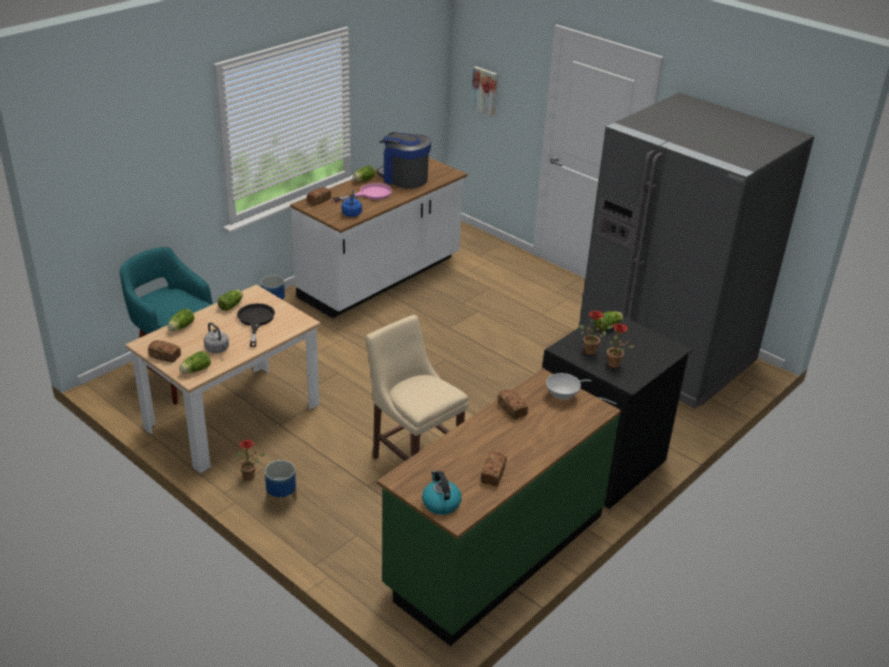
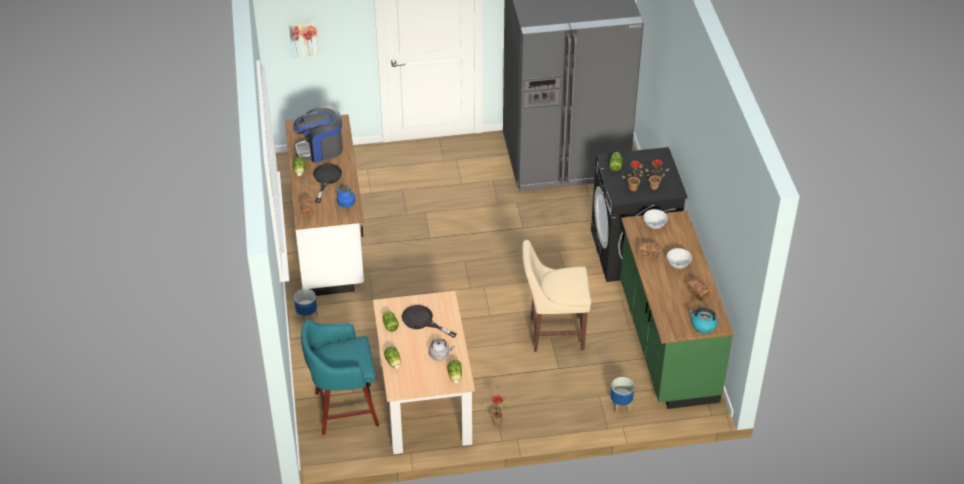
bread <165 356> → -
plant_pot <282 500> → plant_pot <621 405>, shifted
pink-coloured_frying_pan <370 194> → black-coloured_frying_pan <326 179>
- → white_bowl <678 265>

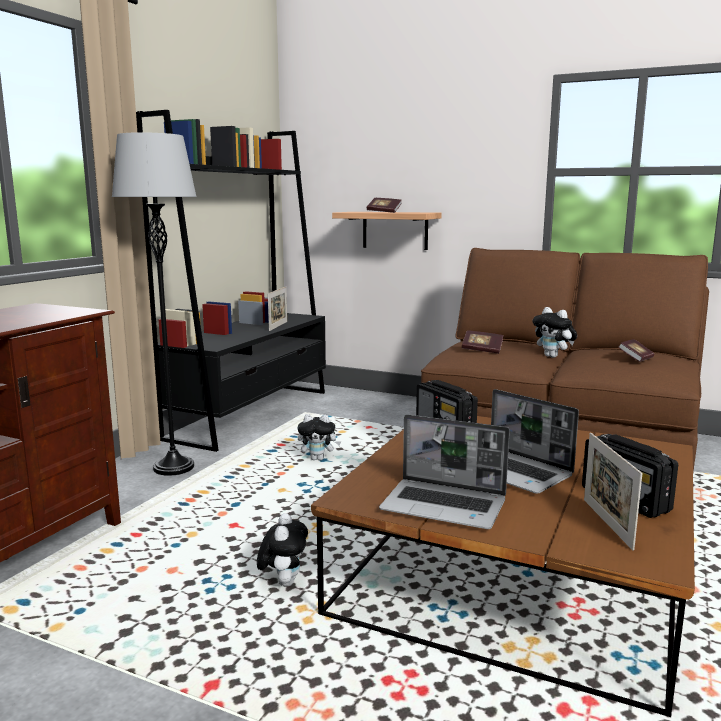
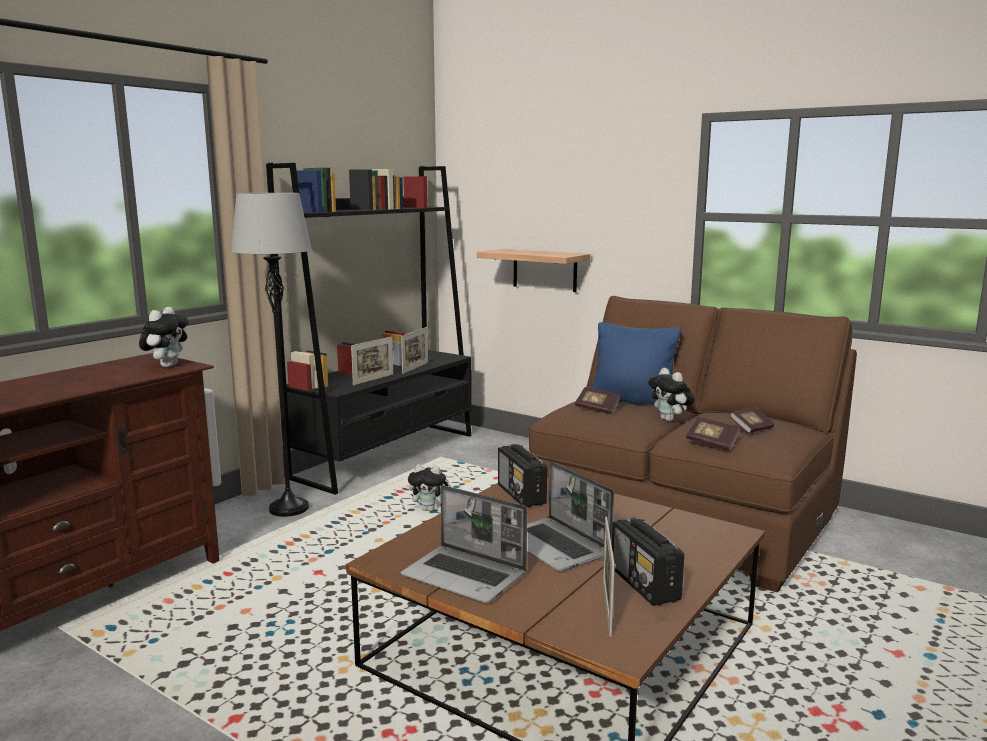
plush_toy <284 582> → plush_toy <167 366>, shifted
book <384 212> → book <712 443>, shifted
- → photo_frame <373 379>
- → bluish_cushion <632 402>

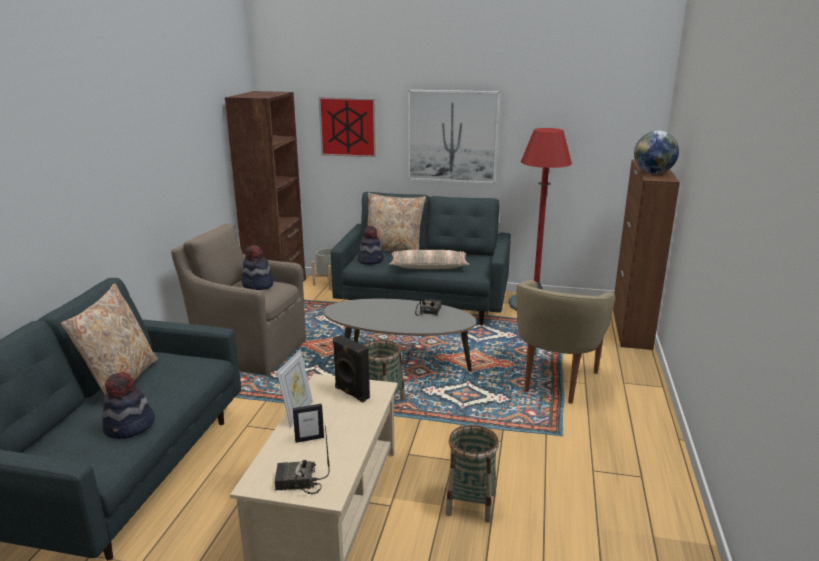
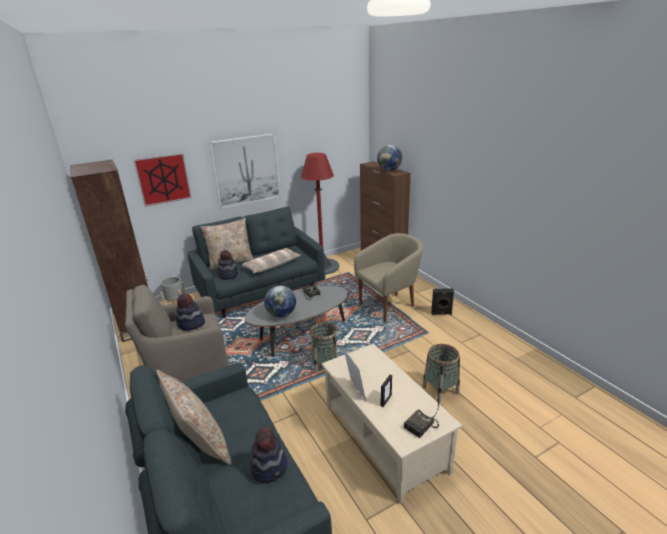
black-coloured_audio_speaker <351 393> → black-coloured_audio_speaker <441 313>, shifted
beige_easy_chair <555 381> → beige_easy_chair <389 306>, 105 degrees counterclockwise
- → globe <281 315>

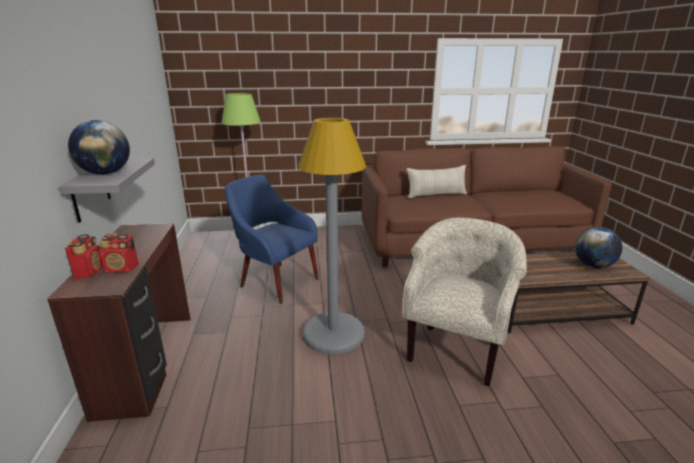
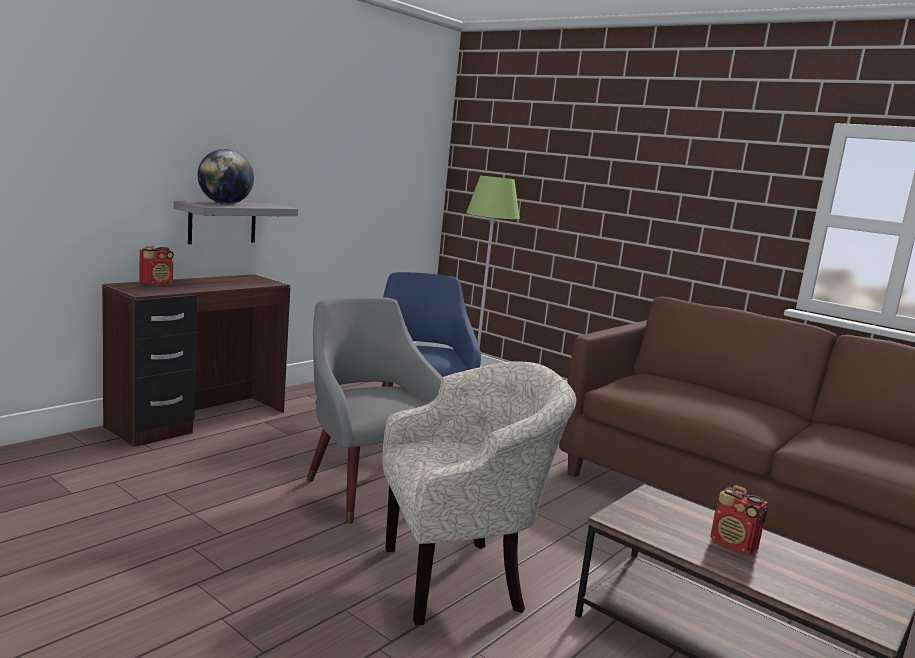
radio_set <122 269> → radio_set <734 544>, shifted
gray_standard_lamp <333 333> → gray_easy_chair <369 487>
beige_cushion <436 195> → -
globe <593 265> → -

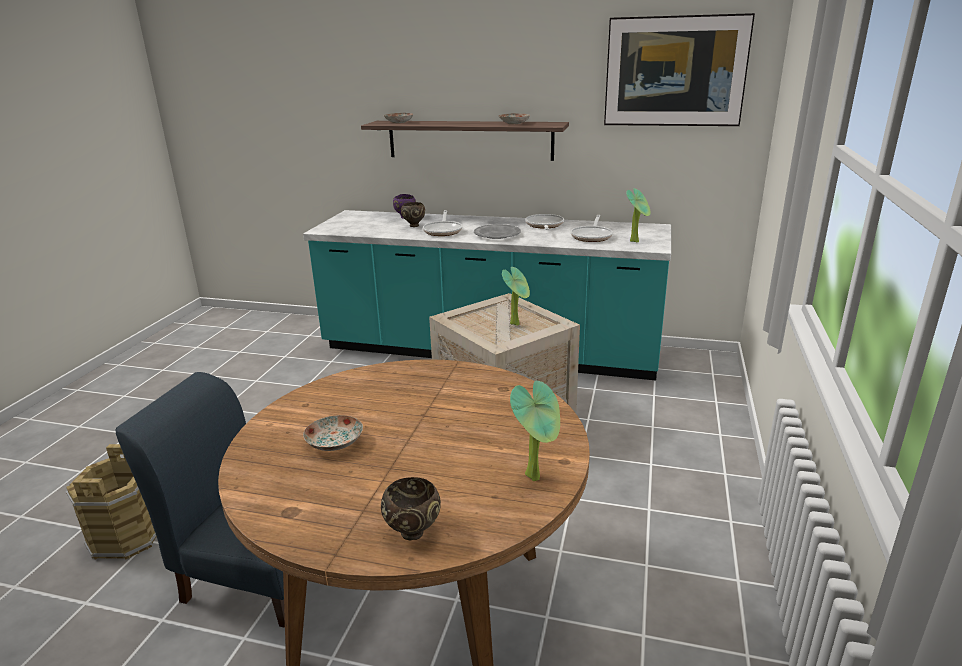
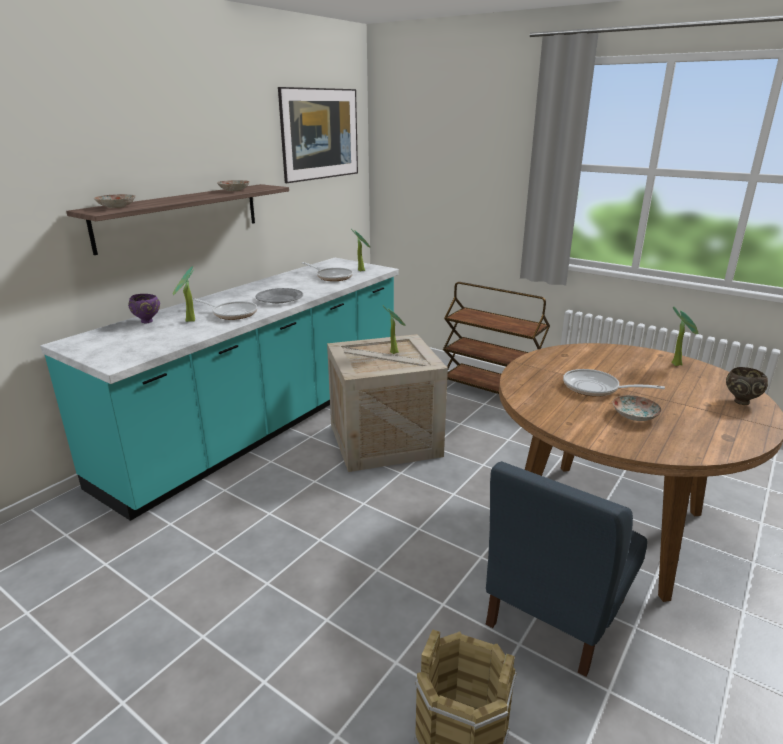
brownish_bowl <414 225> → plant_in_a_pot <189 321>
frying_pan <544 225> → frying_pan <595 388>, shifted
- → brownish_trolley <490 392>

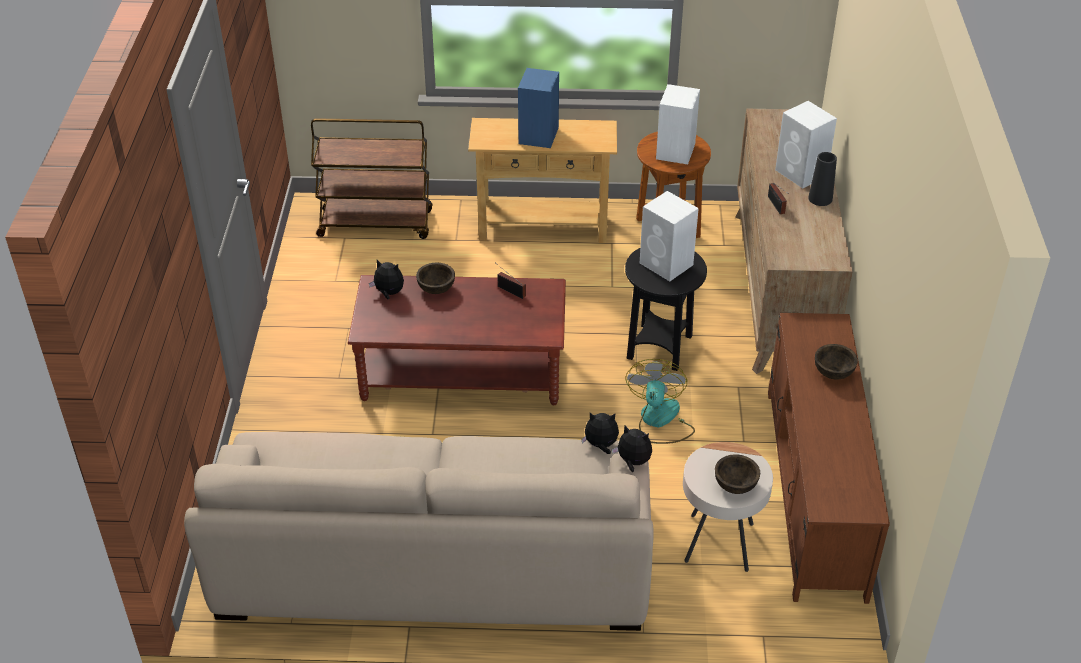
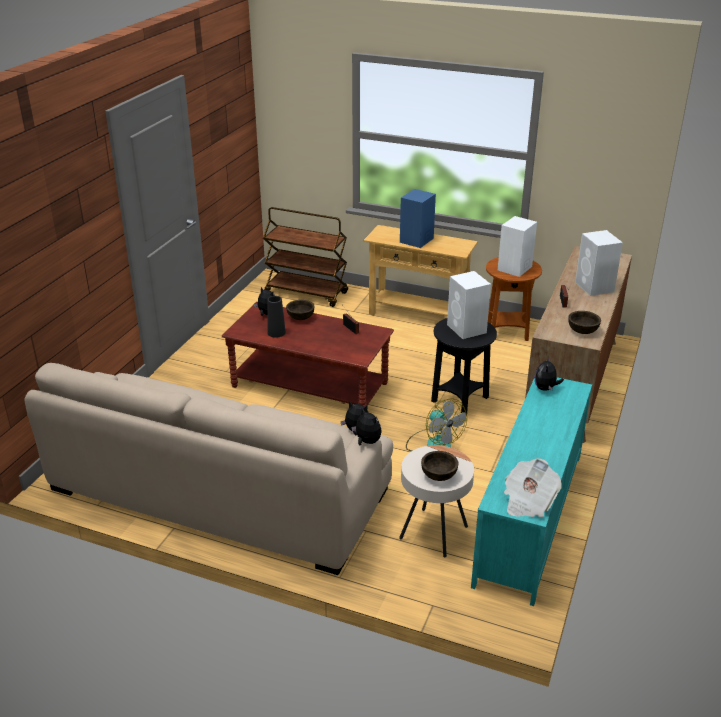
fan <659 421> → fan <433 444>, 120 degrees clockwise
brownish_media_console <814 491> → turquoise-coloured_media_console <529 517>
black-coloured_flower_vase <820 198> → black-coloured_flower_vase <276 332>, shifted
brownish_bowl <833 372> → brownish_bowl <582 331>, shifted
- → daily_paper <528 501>
- → plush_toy <545 388>

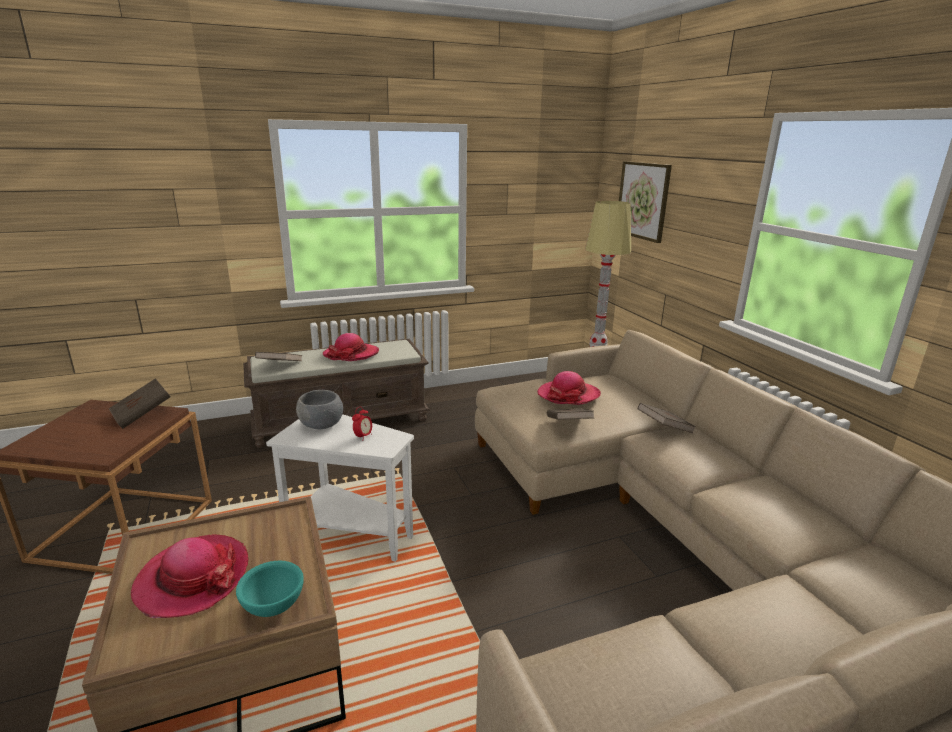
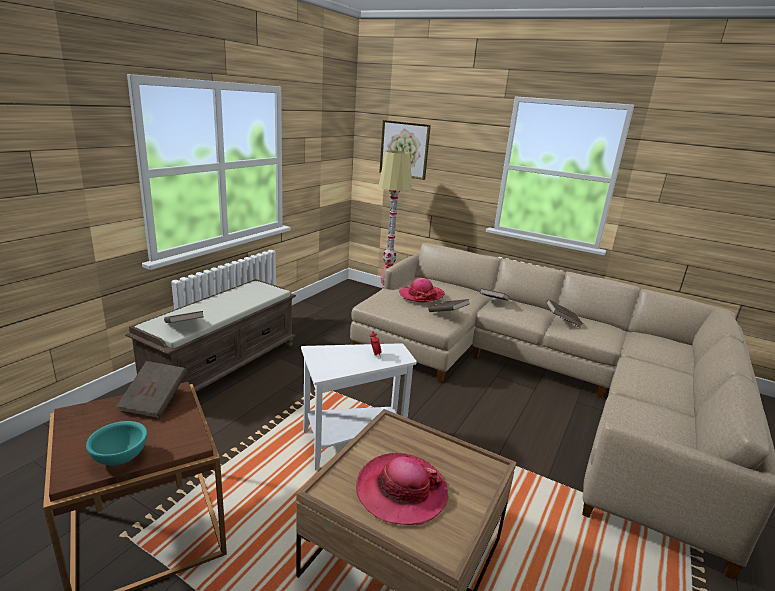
turquoise-coloured_bowl <273 606> → turquoise-coloured_bowl <121 458>, shifted
gray_bowl <321 424> → -
clothing_hat <351 354> → -
- → brownish_book <562 321>

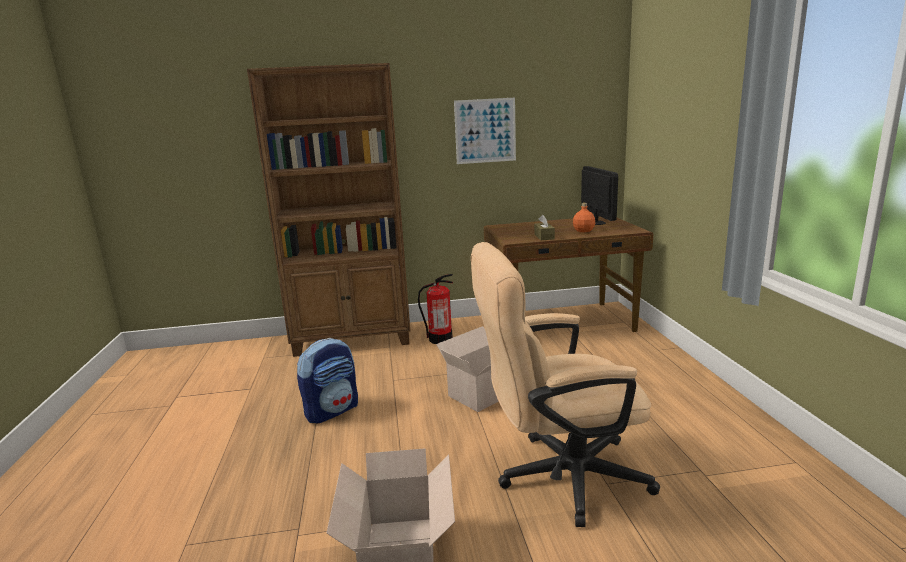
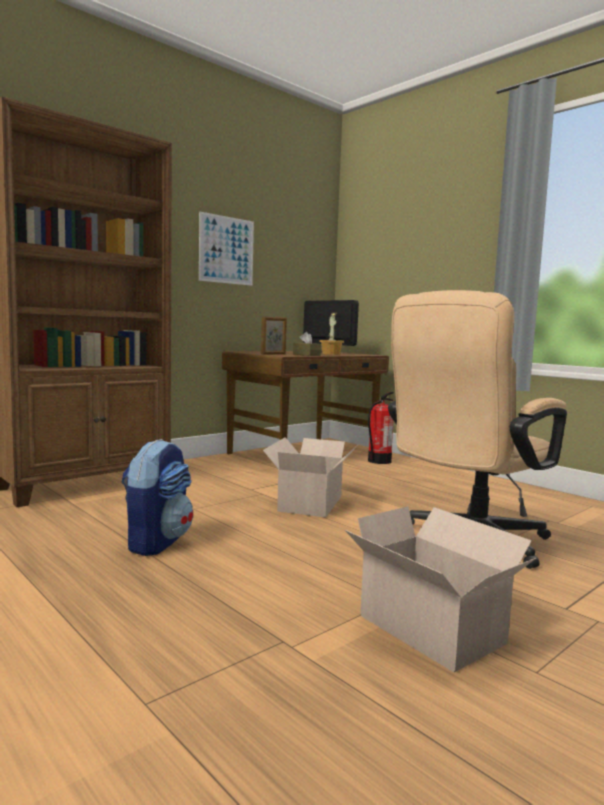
fire-fighting_cylinder <440 339> → fire-fighting_cylinder <379 461>, shifted
orange-coloured_beverage_bottle <584 231> → plant_in_a_pot <331 354>
- → photo_frame <273 354>

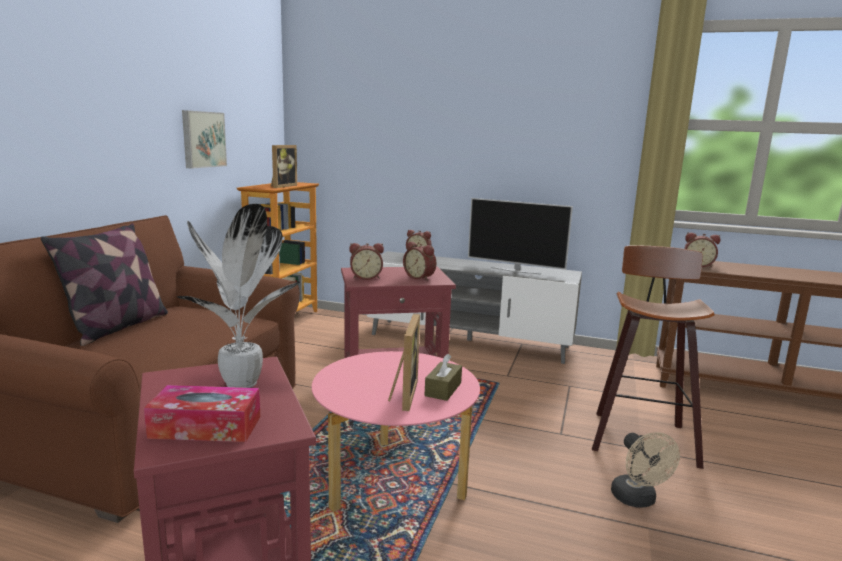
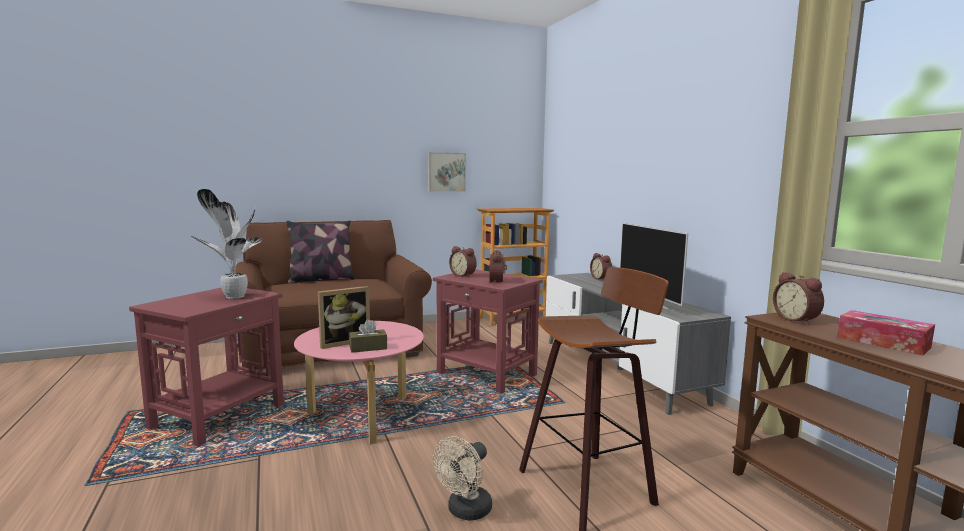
tissue_holder <206 427> → tissue_holder <883 342>, shifted
photo_frame <281 186> → -

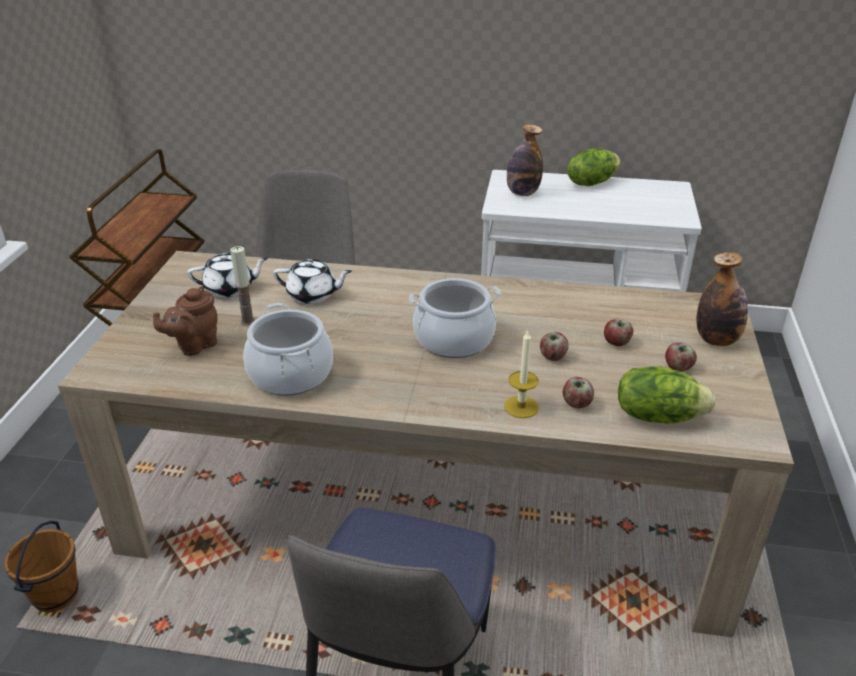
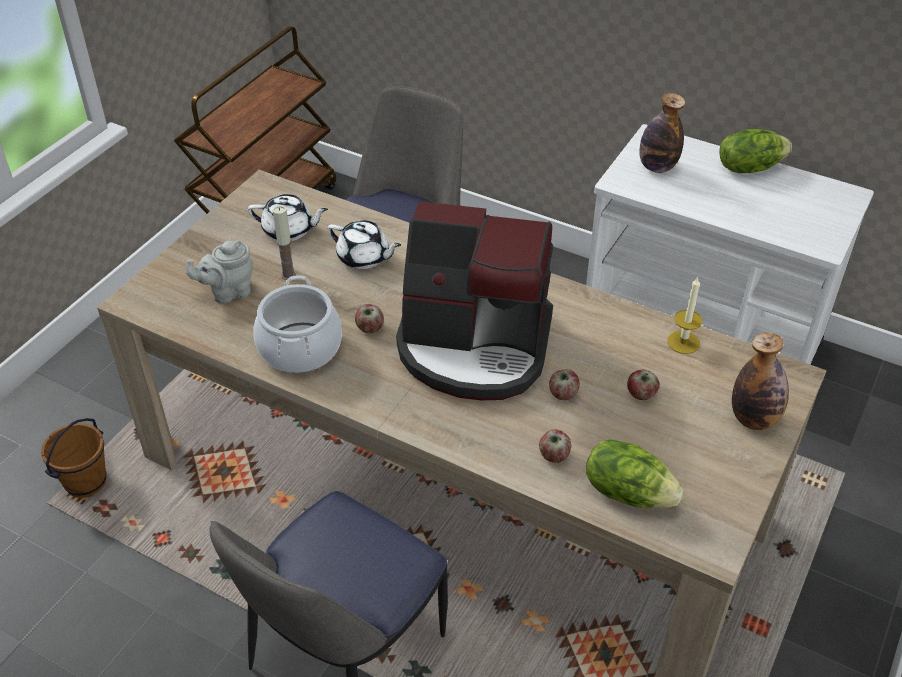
brownish_pot_for_tea <194 345> → gray_pot_for_tea <228 292>
cooking_pot <453 339> → coffee_brewer <475 347>
wax_light <521 407> → wax_light <683 342>, shifted
apple <677 368> → apple <370 328>, shifted

